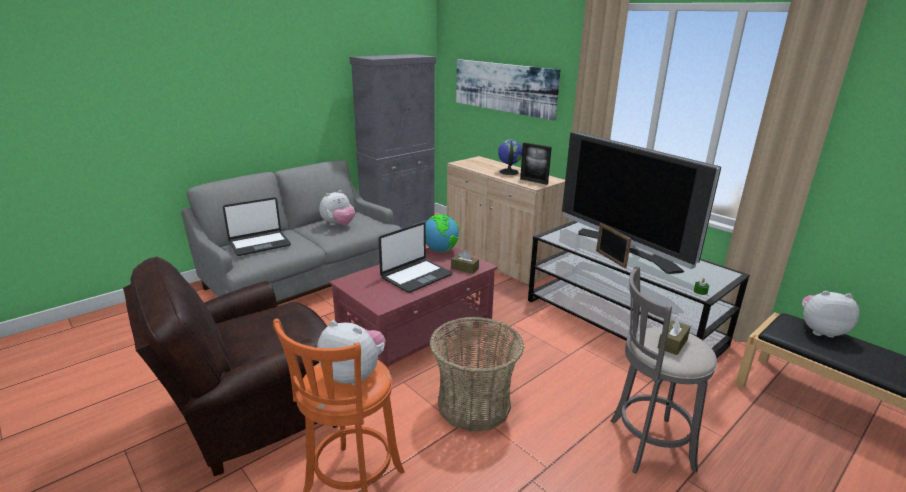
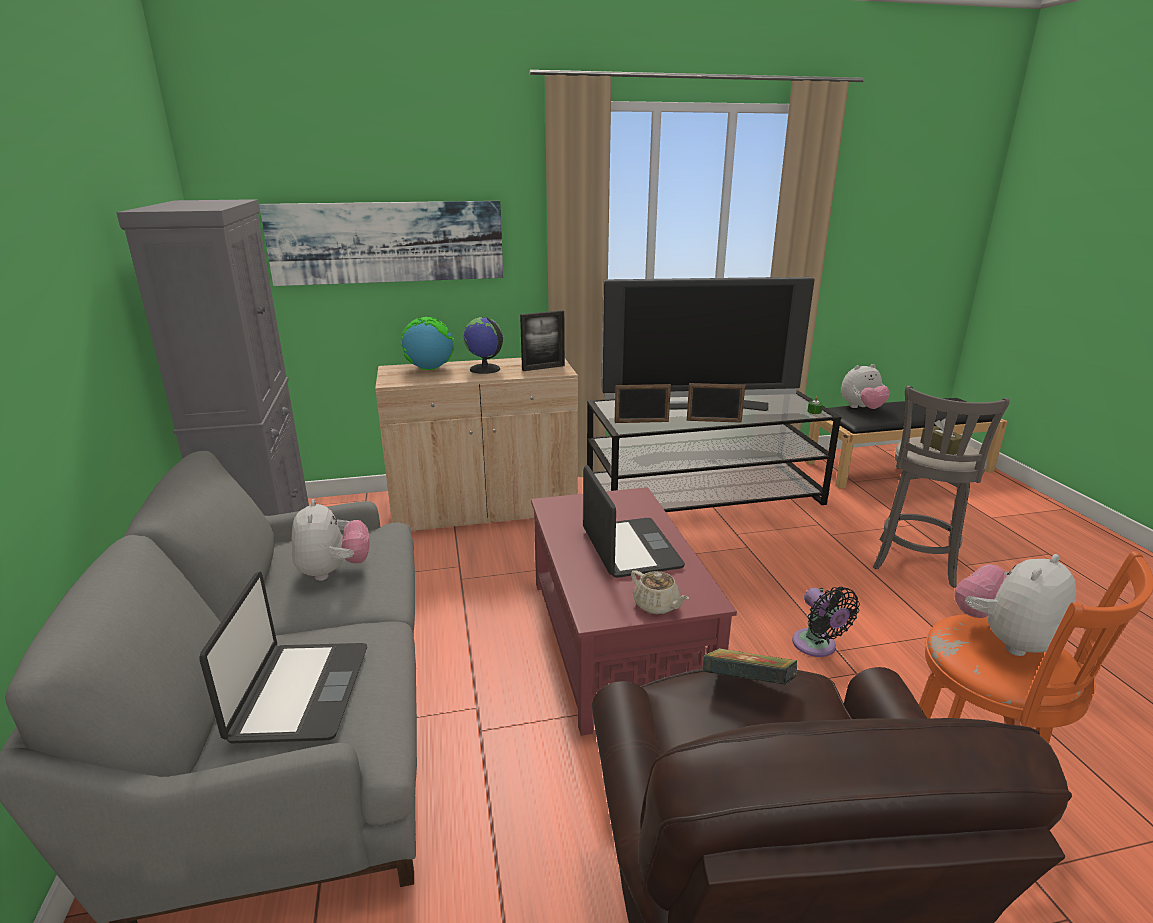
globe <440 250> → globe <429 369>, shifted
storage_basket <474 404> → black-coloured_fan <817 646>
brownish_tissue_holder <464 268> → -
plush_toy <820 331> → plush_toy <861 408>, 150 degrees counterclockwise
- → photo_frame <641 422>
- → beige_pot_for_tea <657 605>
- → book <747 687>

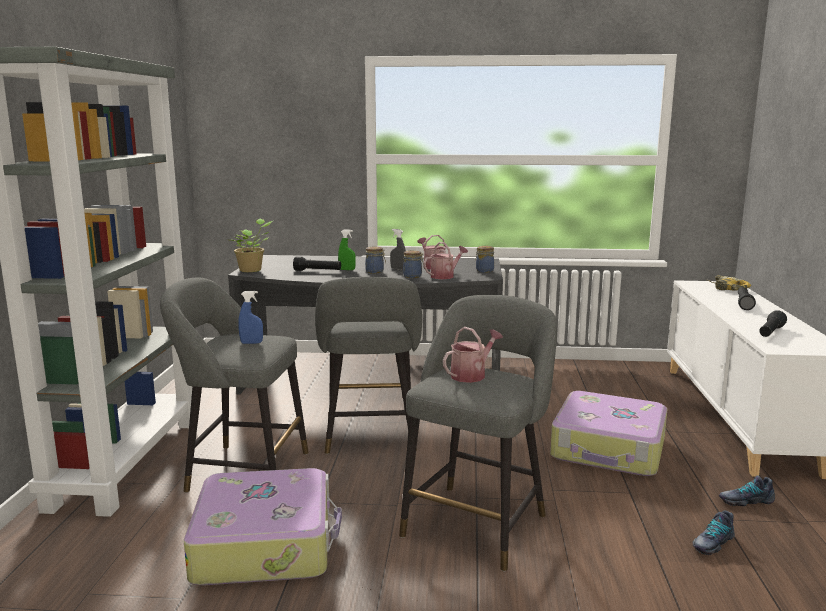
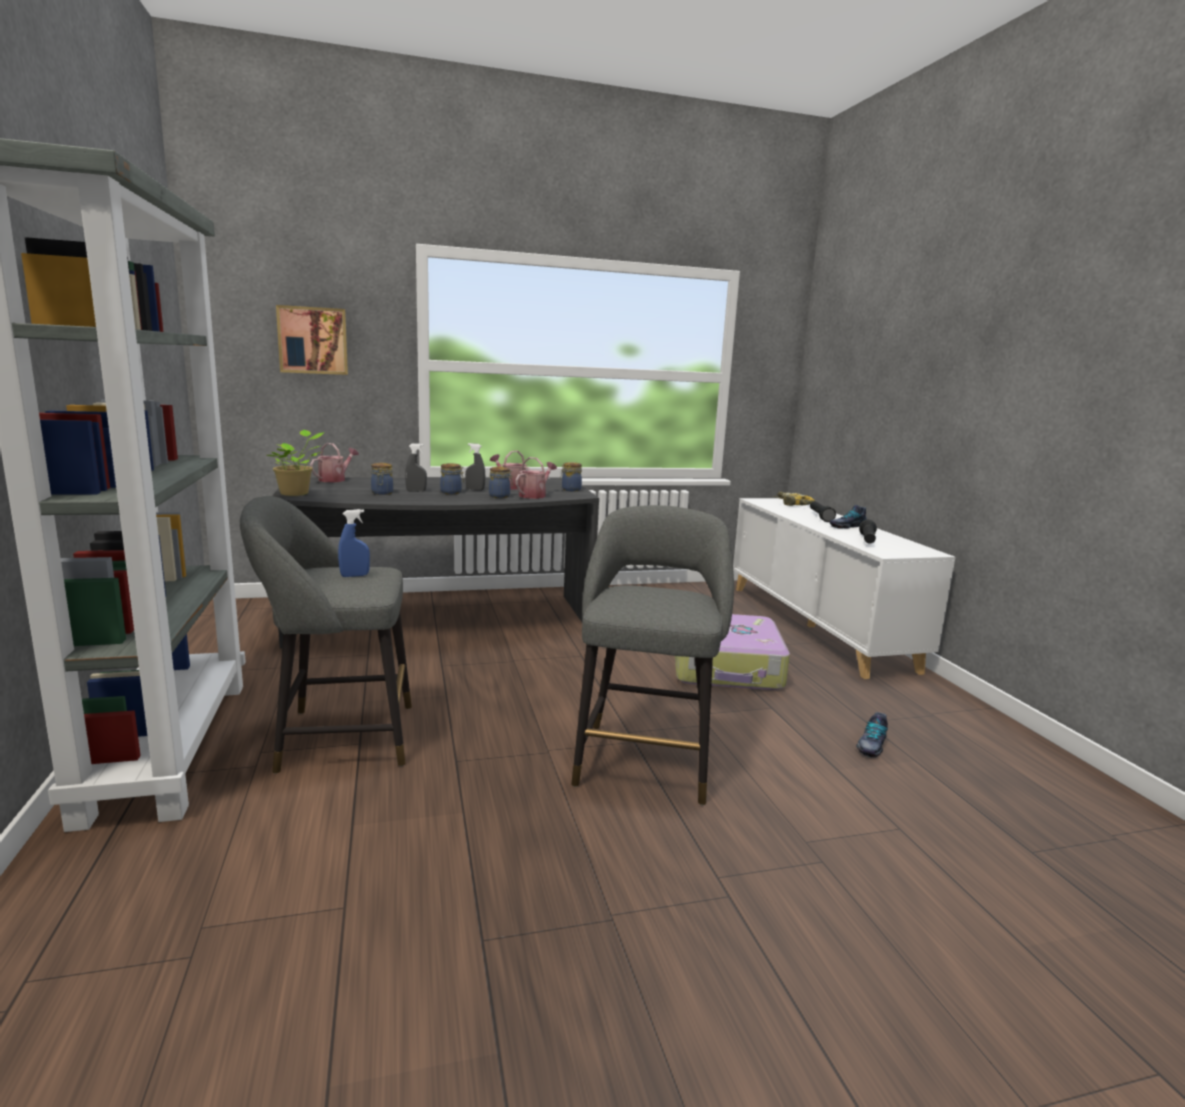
suitcase <265 543> → -
black-coloured_flashlight <317 271> → storage_jar <382 493>
gray_stool_seat <370 437> → -
greenish_spray_bottle <347 269> → gray_spray_bottle <416 491>
sprinkling_can <471 375> → sprinkling_can <335 479>, shifted
low_shoe <745 500> → low_shoe <847 526>, shifted
- → wall_art <313 340>

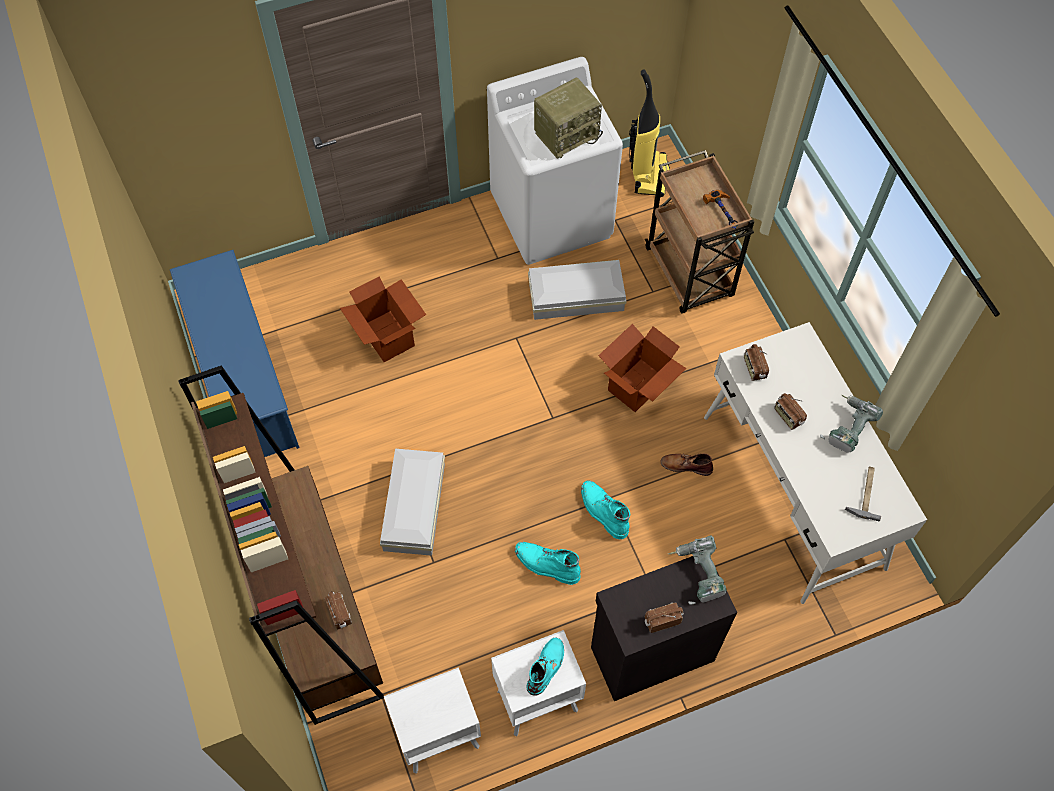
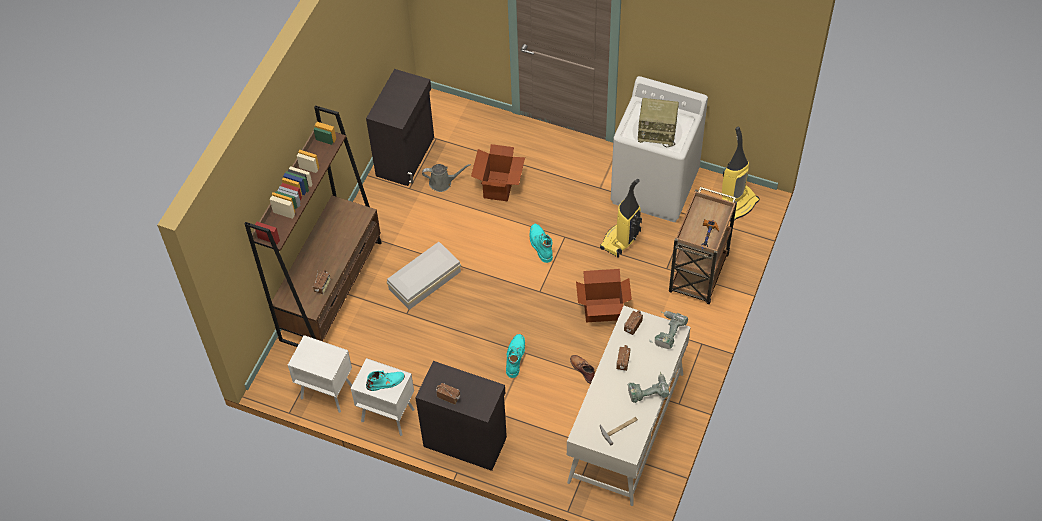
bluish_shoe_shelf <245 381> → black-coloured_cupboard <406 156>
turquoise-coloured_boot <546 565> → turquoise-coloured_boot <540 244>, shifted
white_storage_container <577 297> → vacuum <621 240>
electric_drill <697 574> → electric_drill <667 332>, shifted
- → gray_sprinkling_can <443 182>

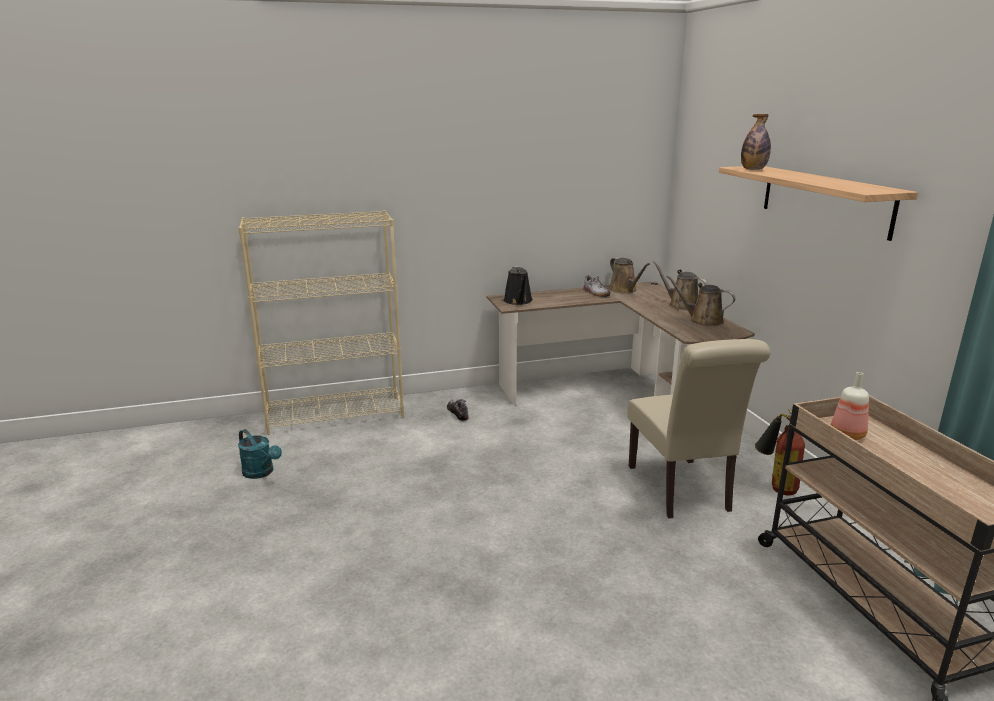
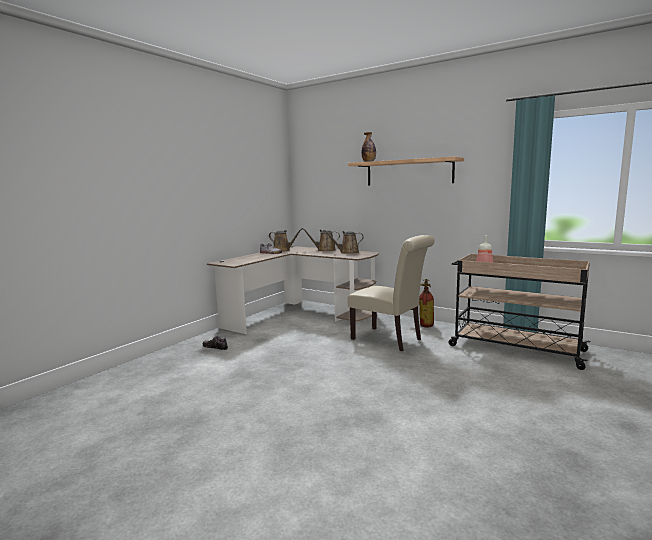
beige_bookcase <336 414> → -
turquoise-coloured_sprinkling_can <261 473> → -
black-coloured_sprinkling_can <518 301> → -

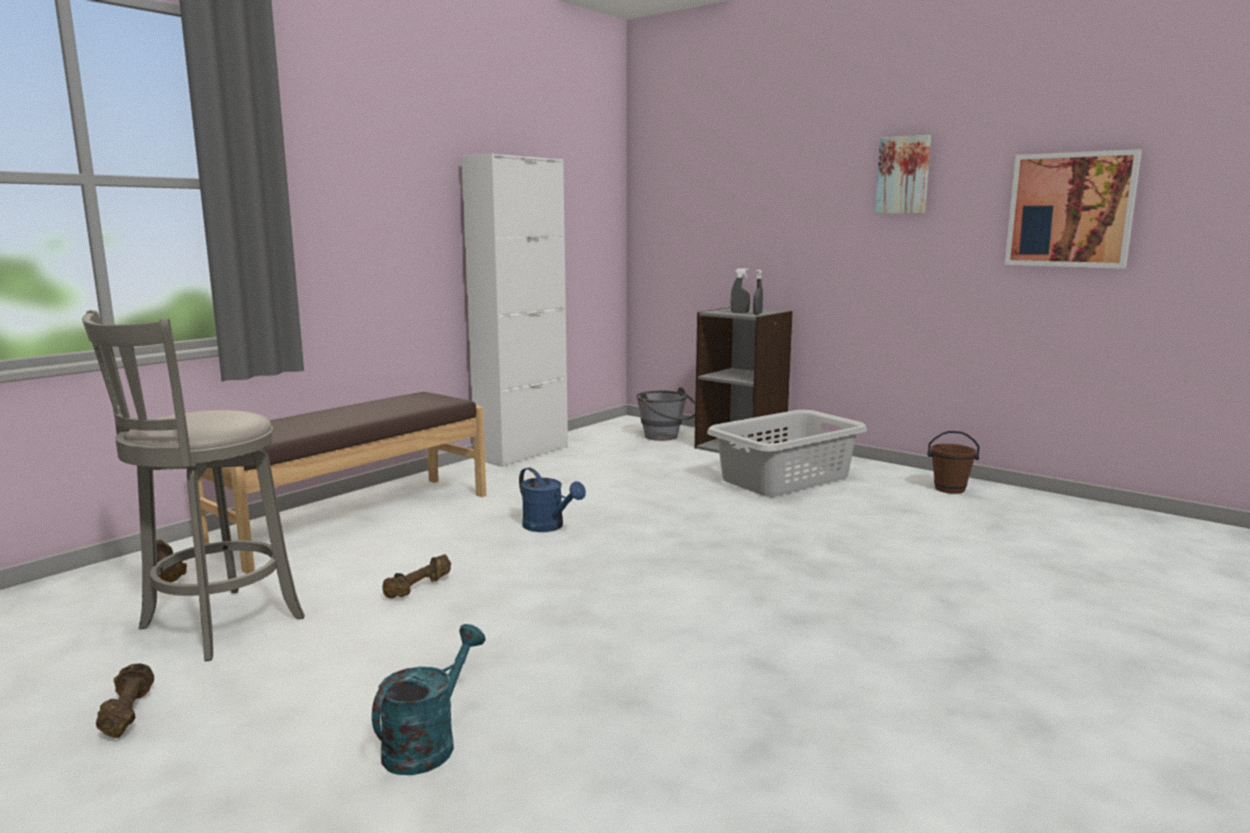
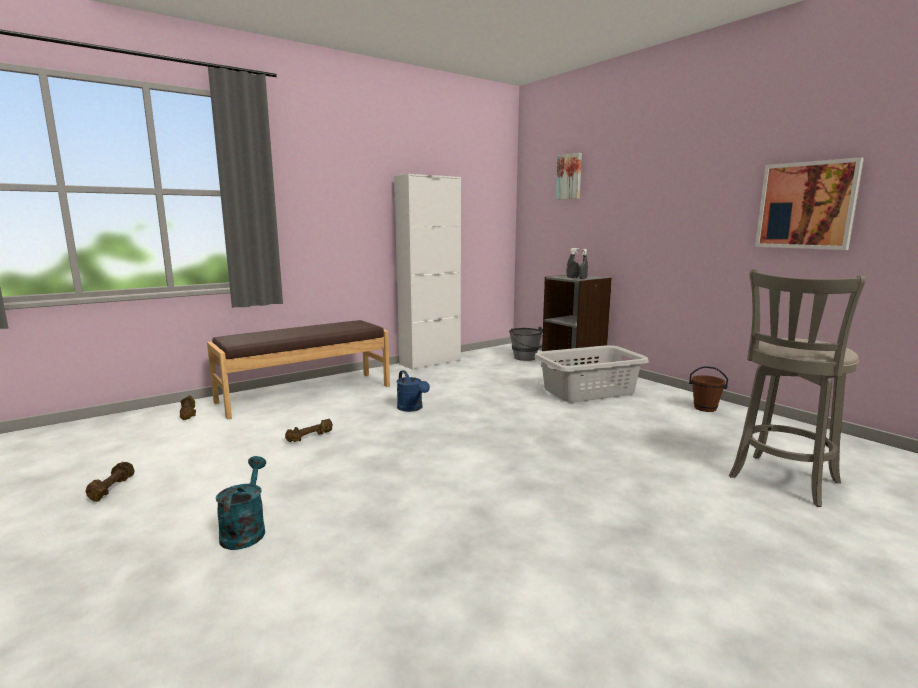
gray_stool_seat <214 626> → gray_stool_seat <781 481>, shifted
turquoise-coloured_sprinkling_can <427 743> → turquoise-coloured_sprinkling_can <245 530>, 45 degrees counterclockwise
wall_art <903 175> → wall_art <569 177>, shifted

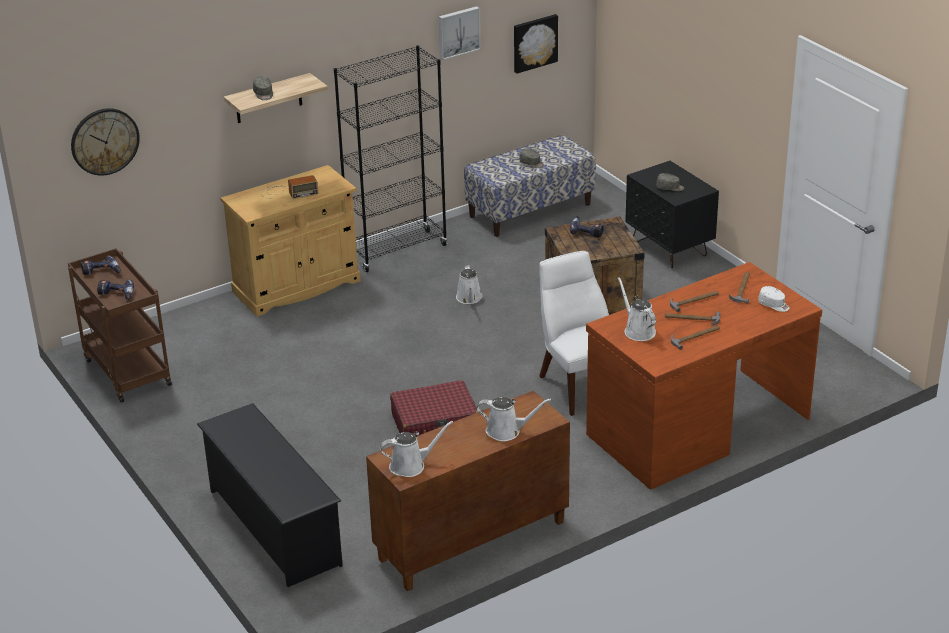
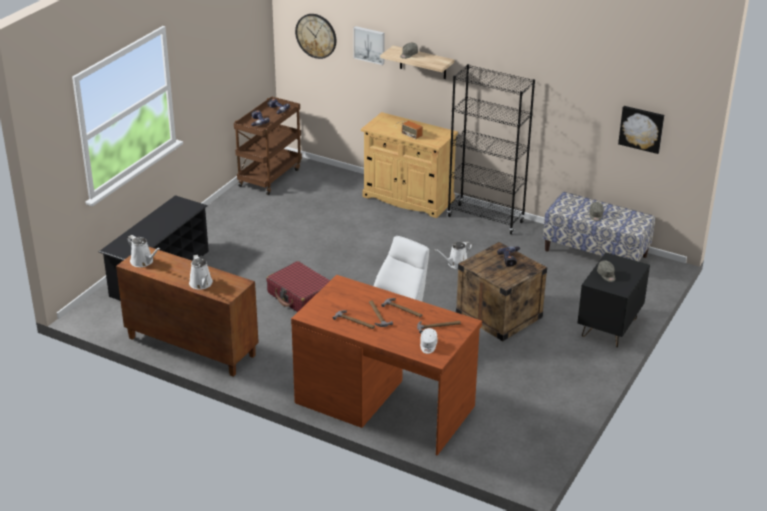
wall_art <458 32> → wall_art <369 44>, shifted
white_sprinkling_can <638 330> → -

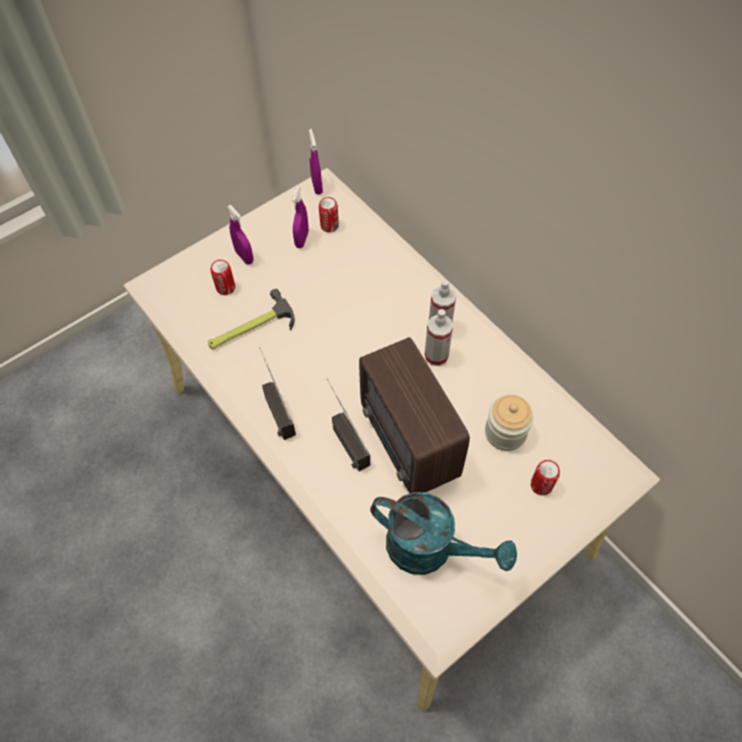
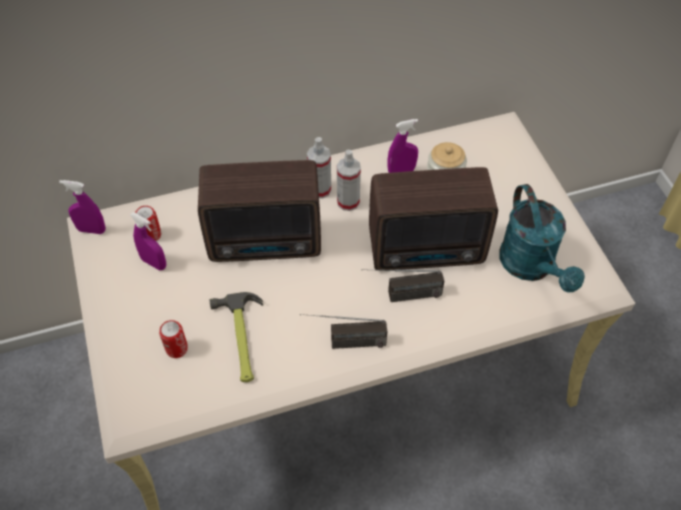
purplish_spray_bottle <244 256> → purplish_spray_bottle <401 171>, shifted
turquoise-coloured_sprinkling_can <431 549> → turquoise-coloured_sprinkling_can <531 267>, 120 degrees clockwise
sealed_can <541 485> → -
- → radio_set <268 243>

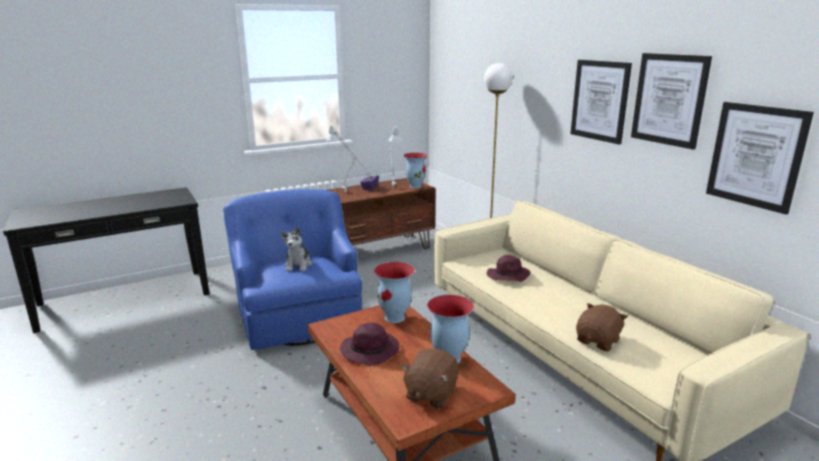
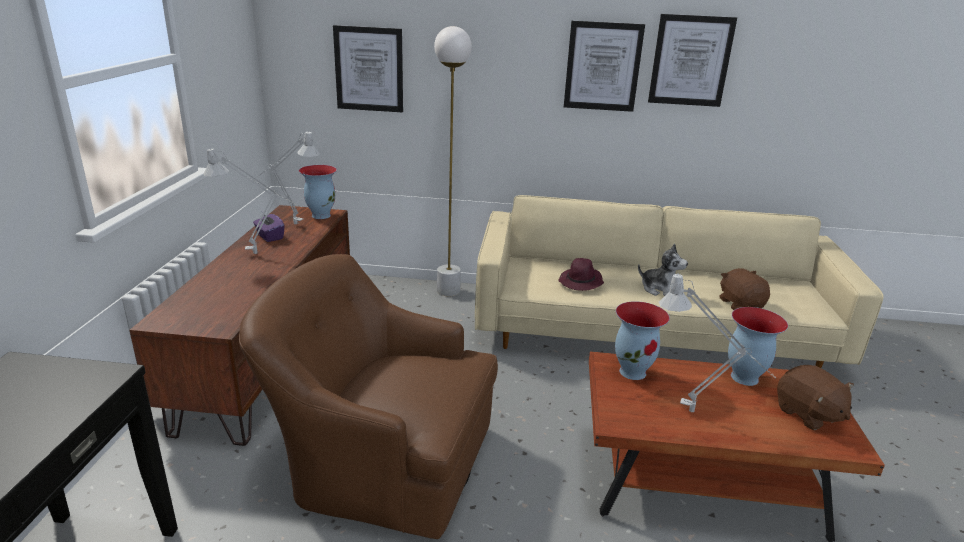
bluish_easy_chair <298 315> → brownish_easy_chair <380 459>
plush_toy <298 265> → plush_toy <660 290>, shifted
purplish_clothing_hat <371 350> → gray_tabletop_lamp <699 415>
wall_art <756 156> → wall_art <369 69>, shifted

